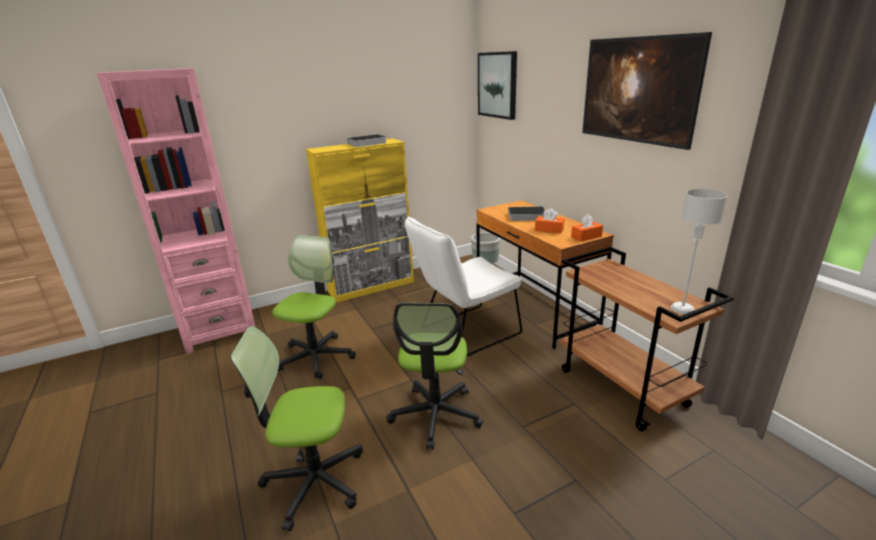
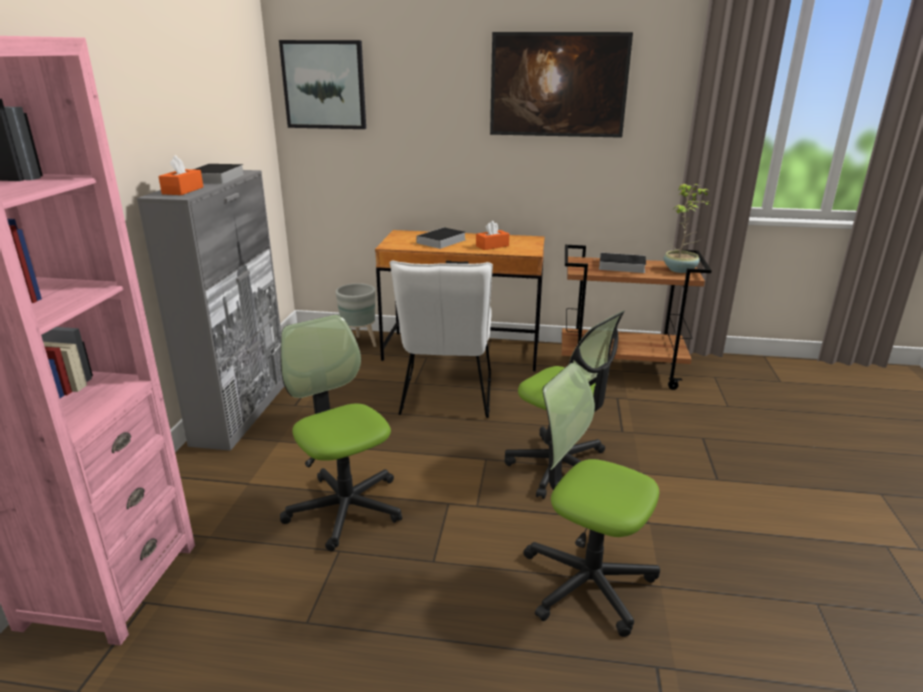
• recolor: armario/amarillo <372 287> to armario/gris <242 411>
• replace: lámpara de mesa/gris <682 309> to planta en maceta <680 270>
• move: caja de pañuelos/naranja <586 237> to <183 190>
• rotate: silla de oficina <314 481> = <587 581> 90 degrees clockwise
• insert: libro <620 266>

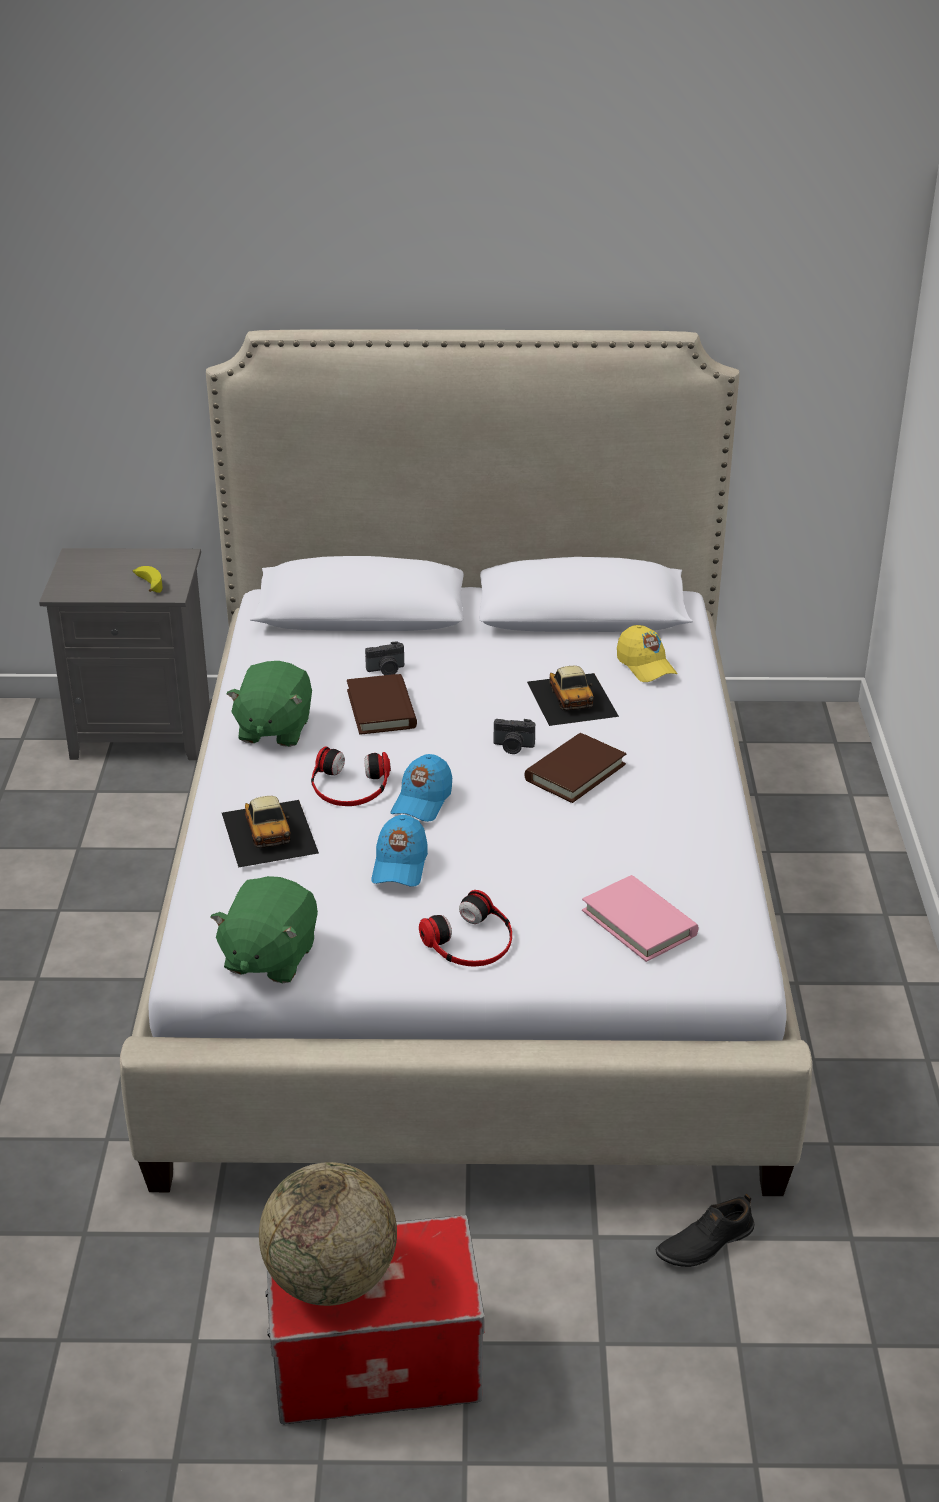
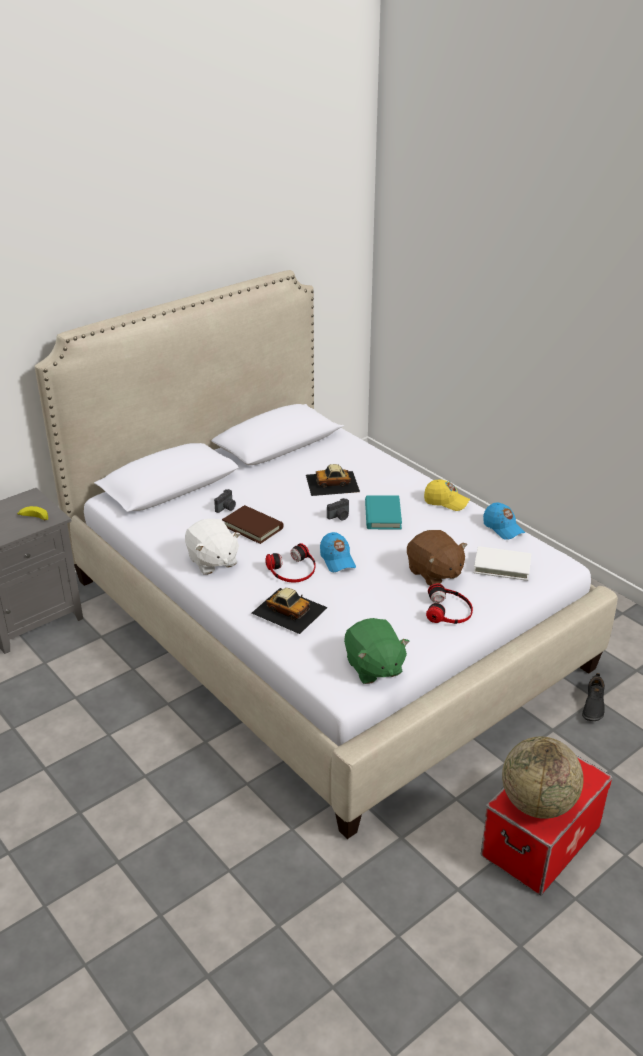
• move: gorra/amarillo <645 666> to <446 502>
• recolor: peluche/verde <273 729> to peluche/blanco <212 561>
• rotate: coche de juguete <572 698> = <332 483> 135 degrees clockwise
• recolor: libro/marrón <575 772> to libro/turquesa <382 515>
• move: gorra/azul <400 865> to <503 528>
• recolor: libro/rosa <639 923> to libro/blanco <502 566>
• insert: peluche/marrón <434 573>

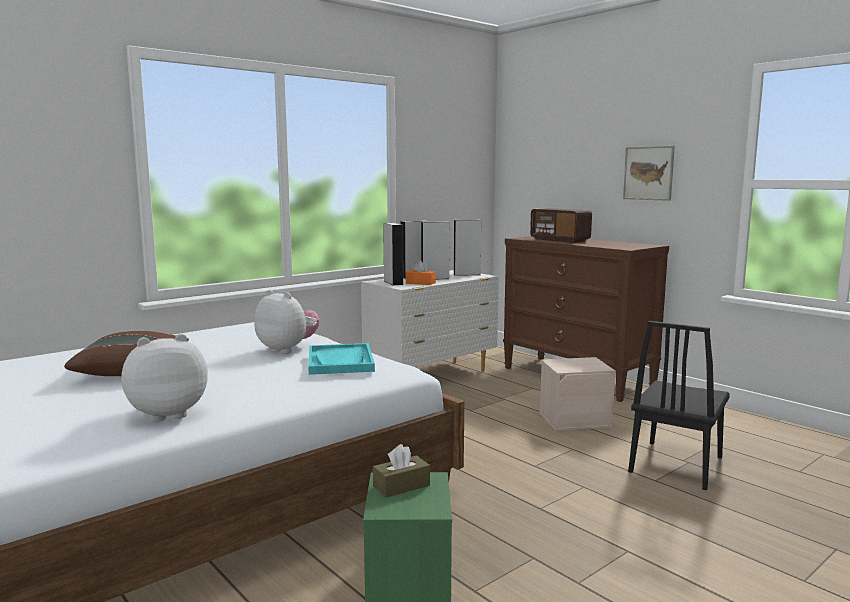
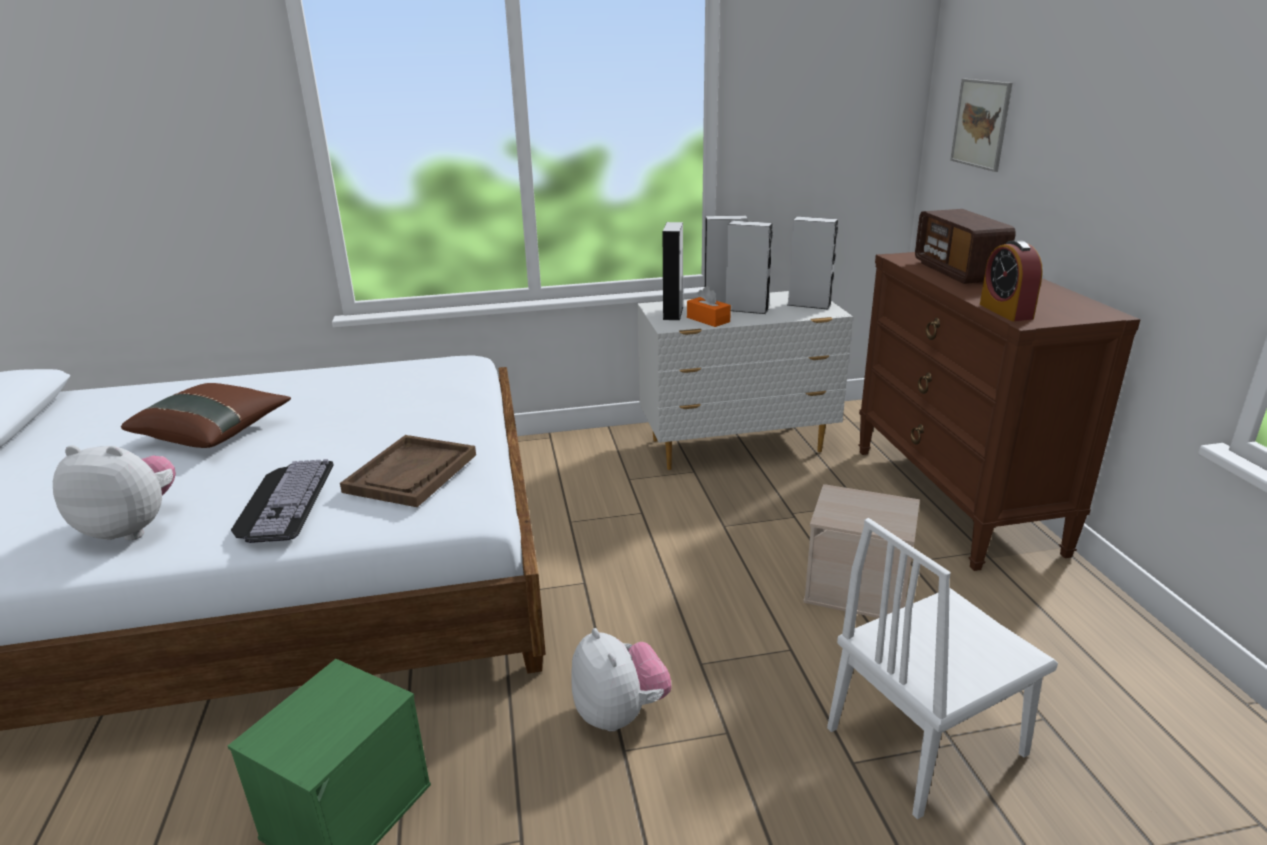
• move: cuadro <648 173> to <981 124>
• move: peluche <287 349> to <620 713>
• recolor: silla/negro <676 464> to silla/blanco <926 740>
• recolor: bandeja/turquesa <340 361> to bandeja/marrón <411 473>
• delete: caja de pañuelos/marrón <401 486>
• insert: despertador <1006 311>
• insert: teclado <282 500>

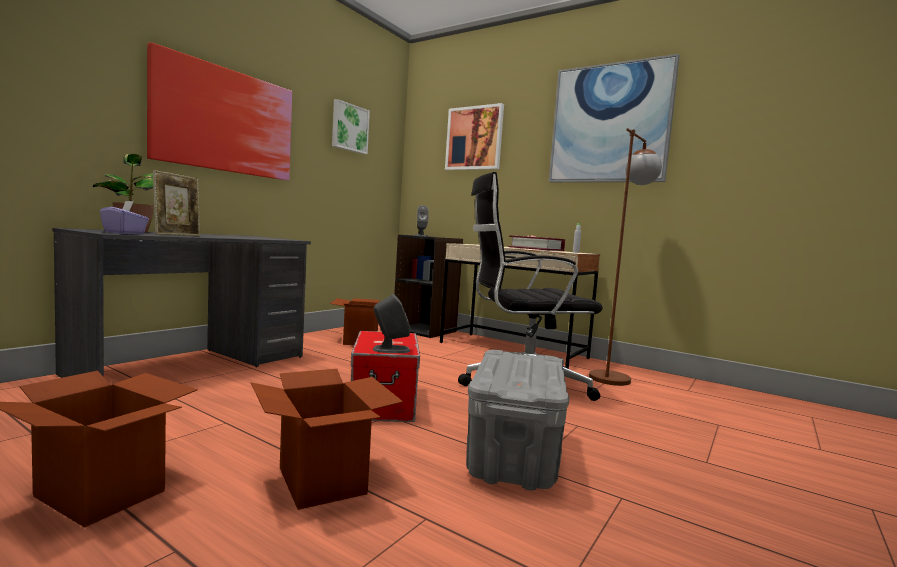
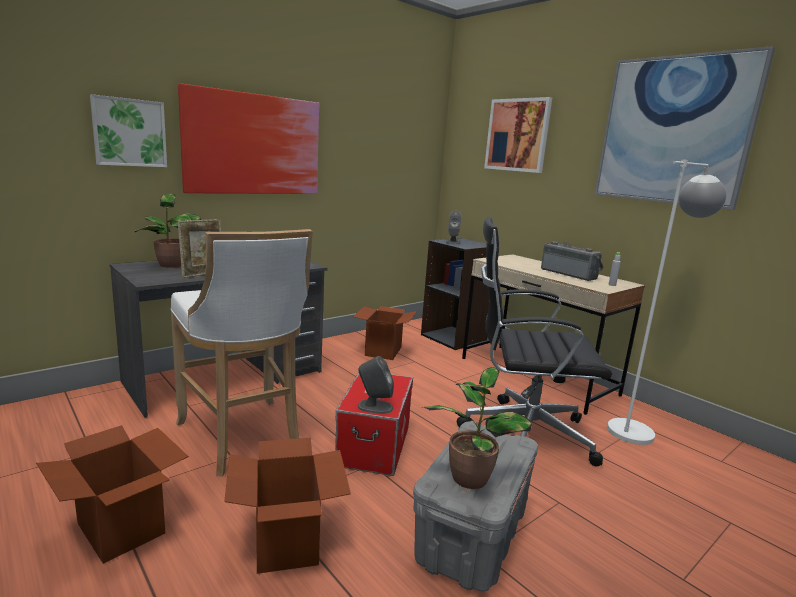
• move: cuadro <349 128> to <129 132>
• recolor: lámpara de pie/marrón <614 376> to lámpara de pie/blanco <638 428>
• delete: caja de pañuelos/morado <124 233>
• replace: libro <536 249> to radio <570 274>
• insert: taburete/blanco <243 438>
• insert: planta en maceta <470 476>

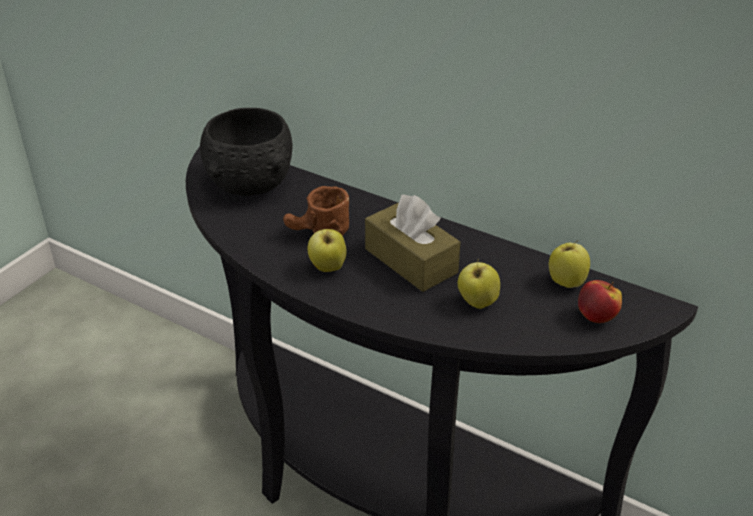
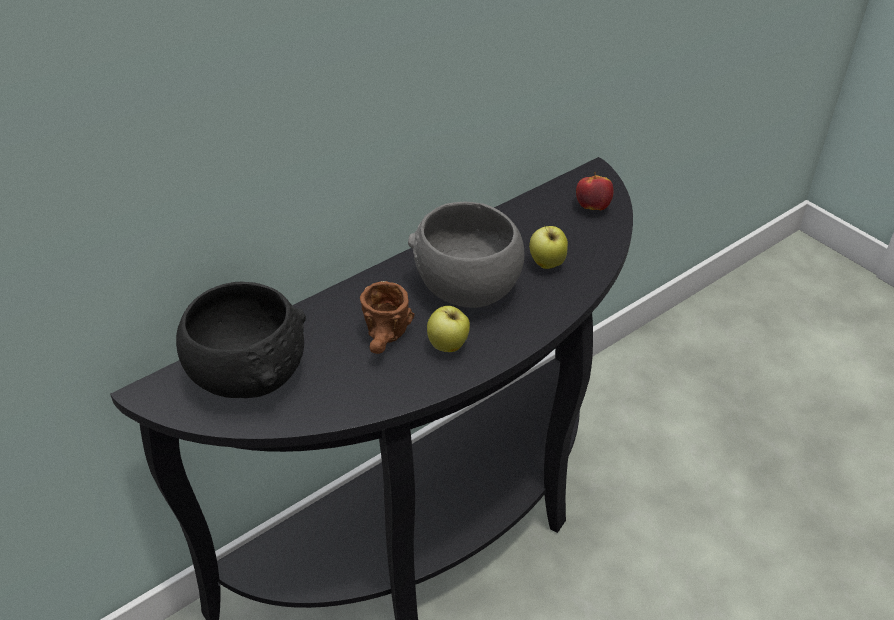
• replace: caja de pañuelos/marrón <411 261> to cuenco/gris <466 287>
• delete: manzana <566 282>

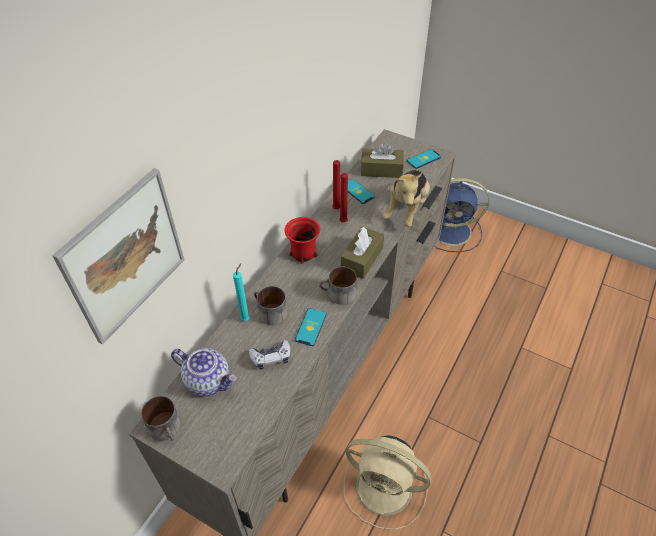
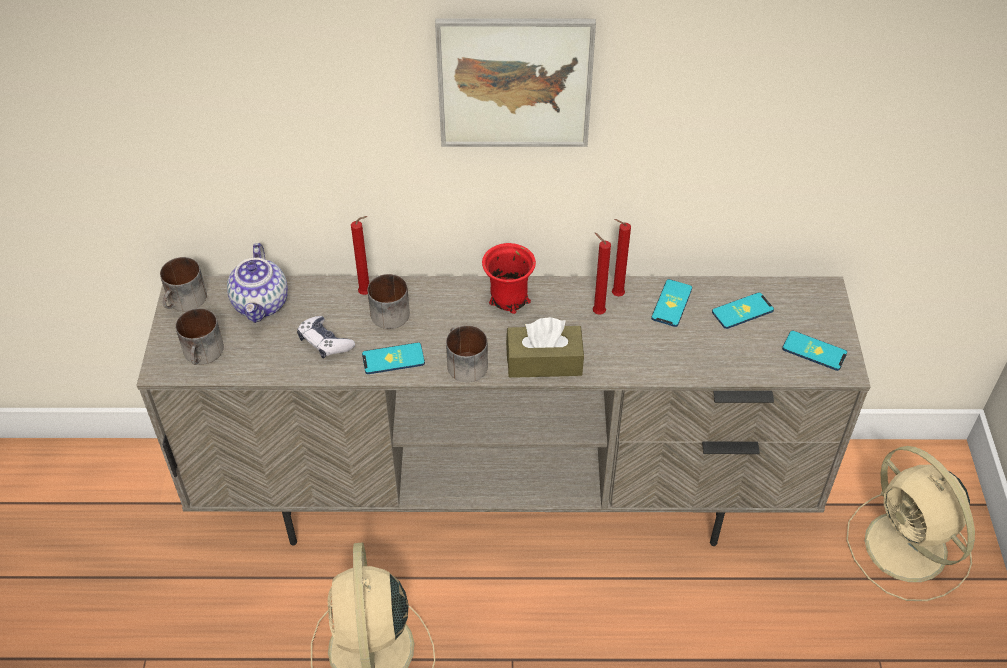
• replace: caja de pañuelos/marrón <381 170> to móvil <742 311>
• move: cuadro <125 256> to <514 83>
• delete: peluche <406 209>
• recolor: ventilador/azul <453 231> to ventilador/beis <908 549>
• recolor: vela/turquesa <246 318> to vela/rojo <367 294>
• insert: taza grande <204 354>

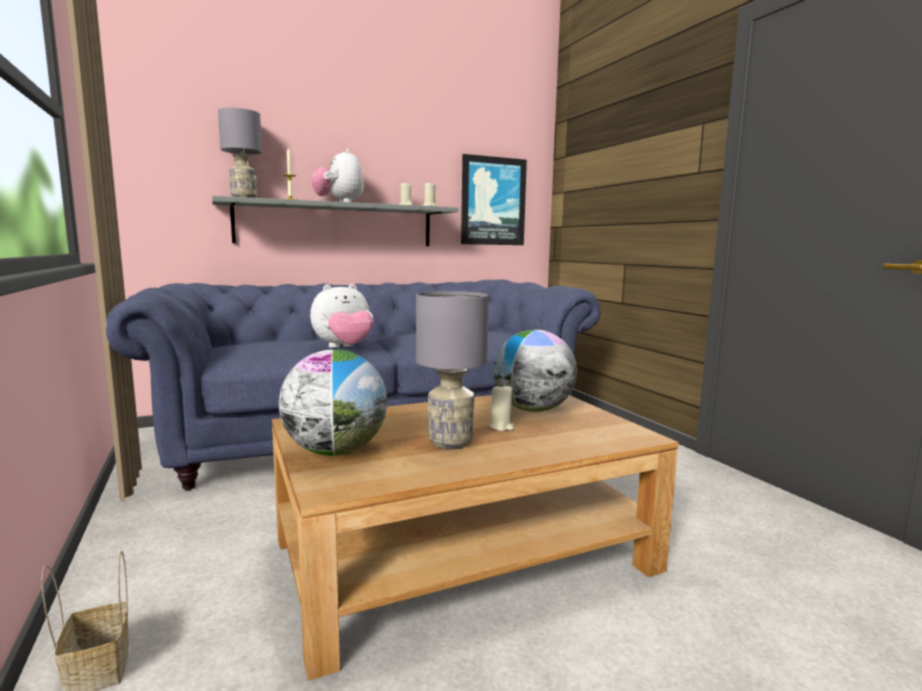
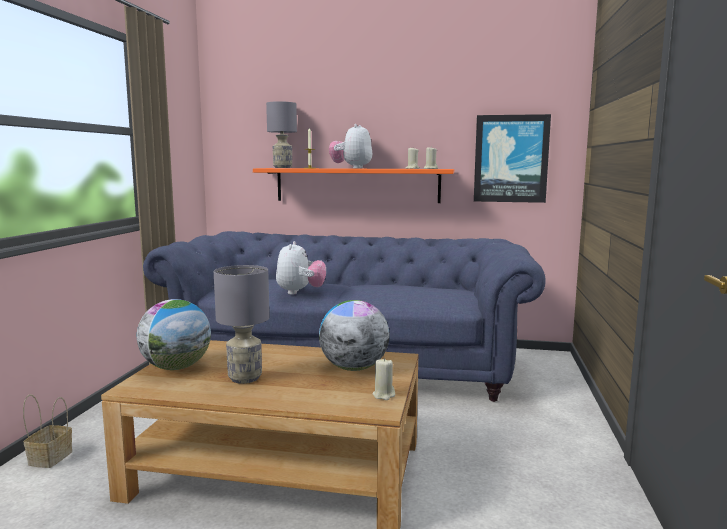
• recolor: estante/gris <337 225> to estante/naranja <357 185>
• rotate: peluche <344 348> = <300 292> 90 degrees counterclockwise
• move: vela/beis <501 426> to <384 395>

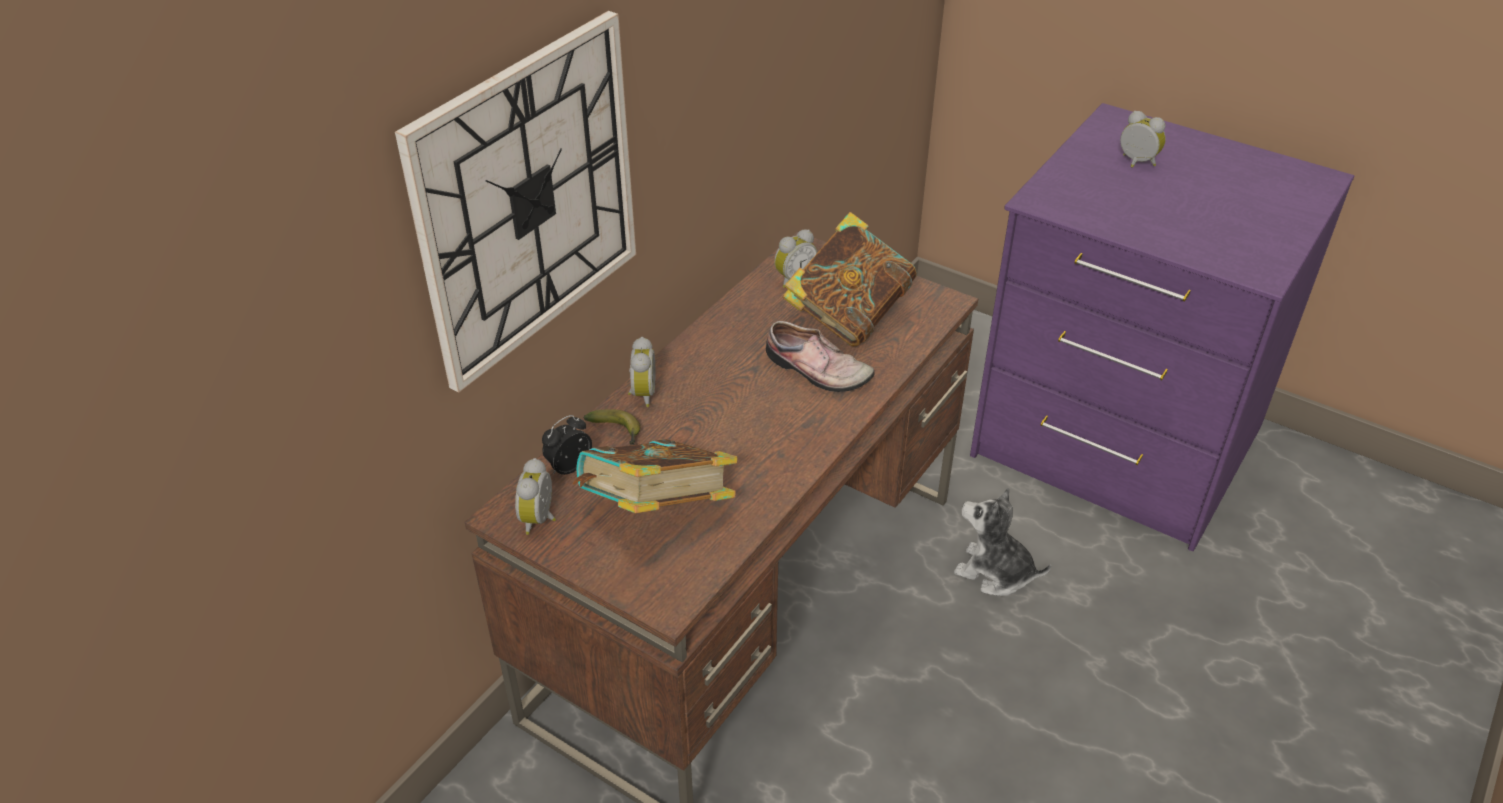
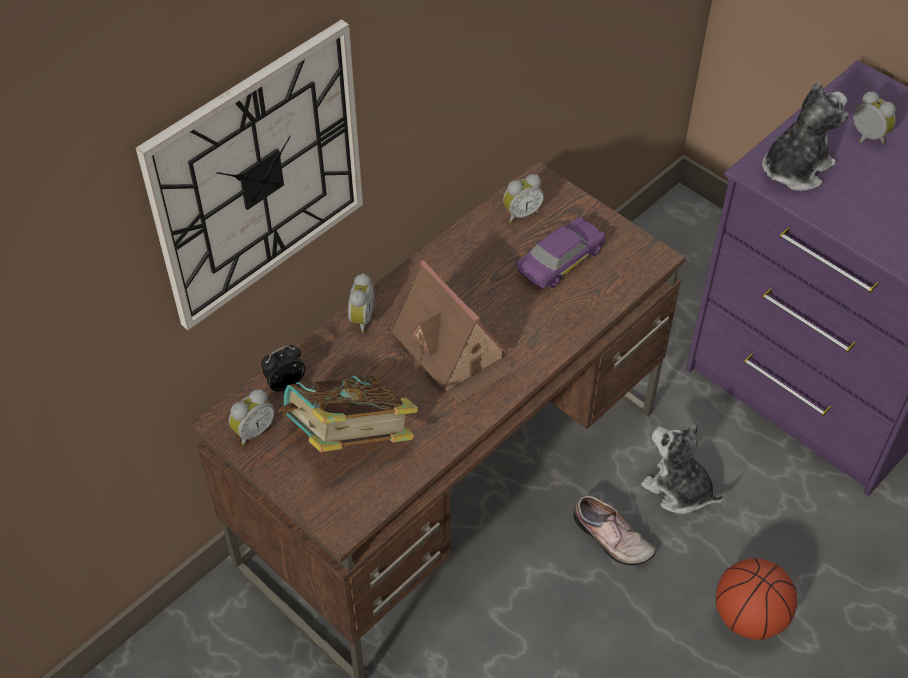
• replace: libro <848 316> to coche de juguete/morado <561 261>
• move: zapato <816 371> to <610 538>
• delete: plátano <617 431>
• rotate: despertador <541 519> = <253 430> 150 degrees counterclockwise
• insert: peluche <794 168>
• insert: casita <453 352>
• insert: balón de baloncesto <748 617>

